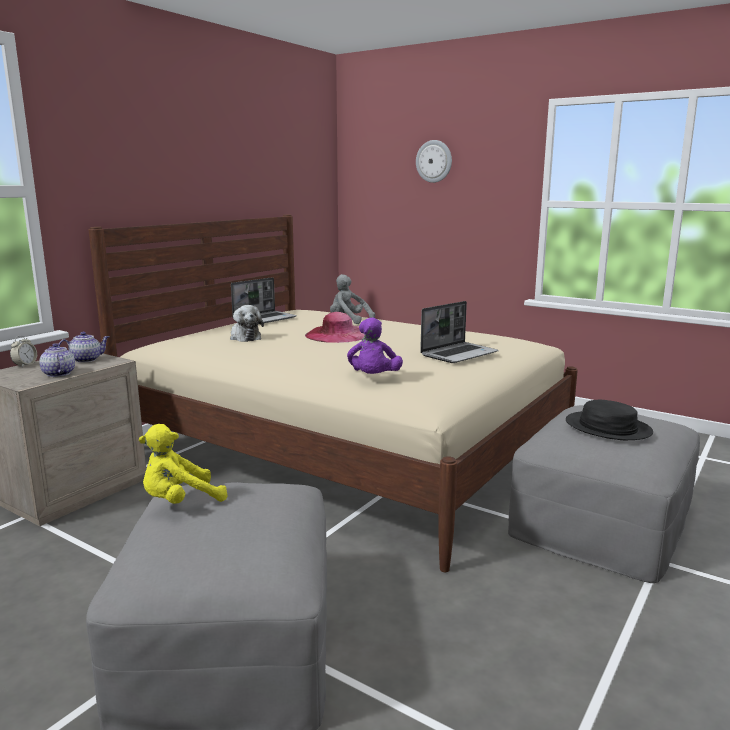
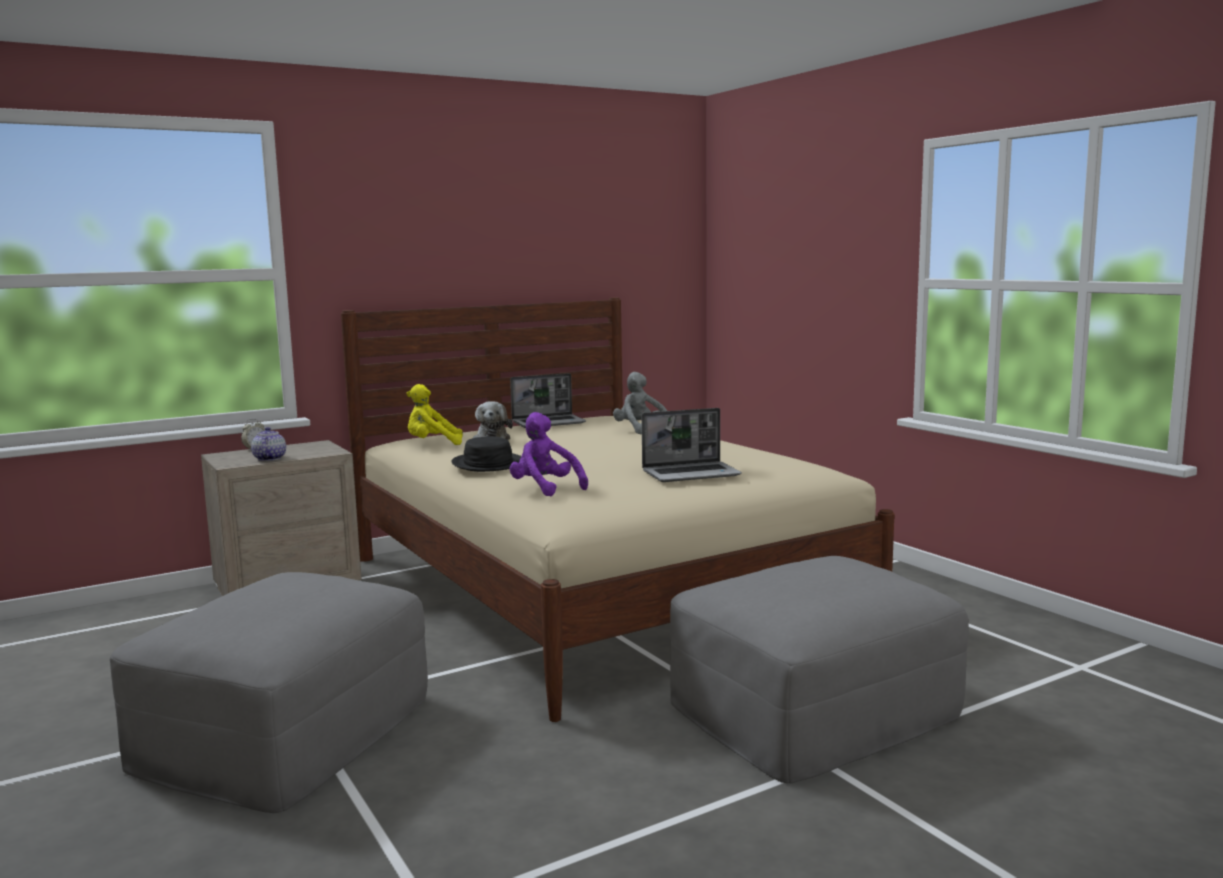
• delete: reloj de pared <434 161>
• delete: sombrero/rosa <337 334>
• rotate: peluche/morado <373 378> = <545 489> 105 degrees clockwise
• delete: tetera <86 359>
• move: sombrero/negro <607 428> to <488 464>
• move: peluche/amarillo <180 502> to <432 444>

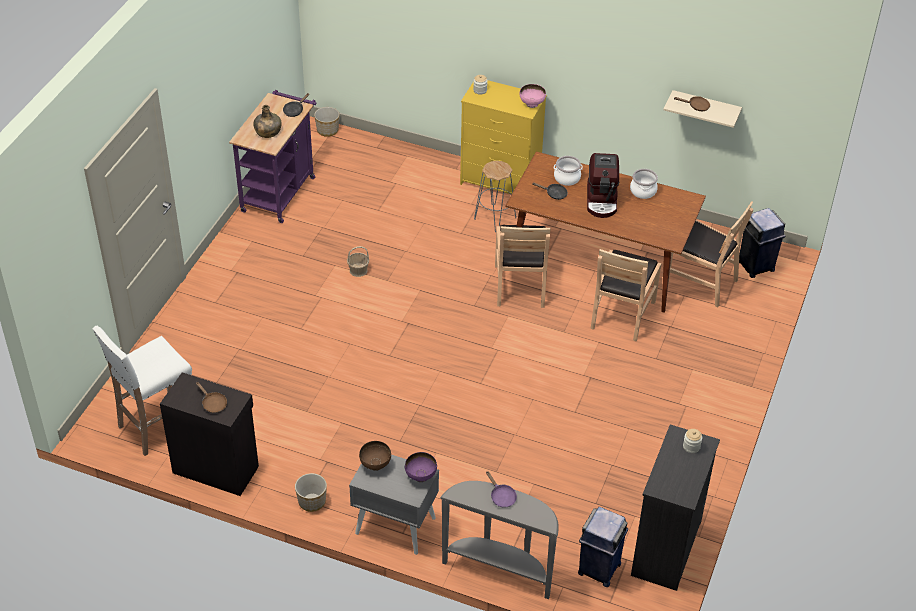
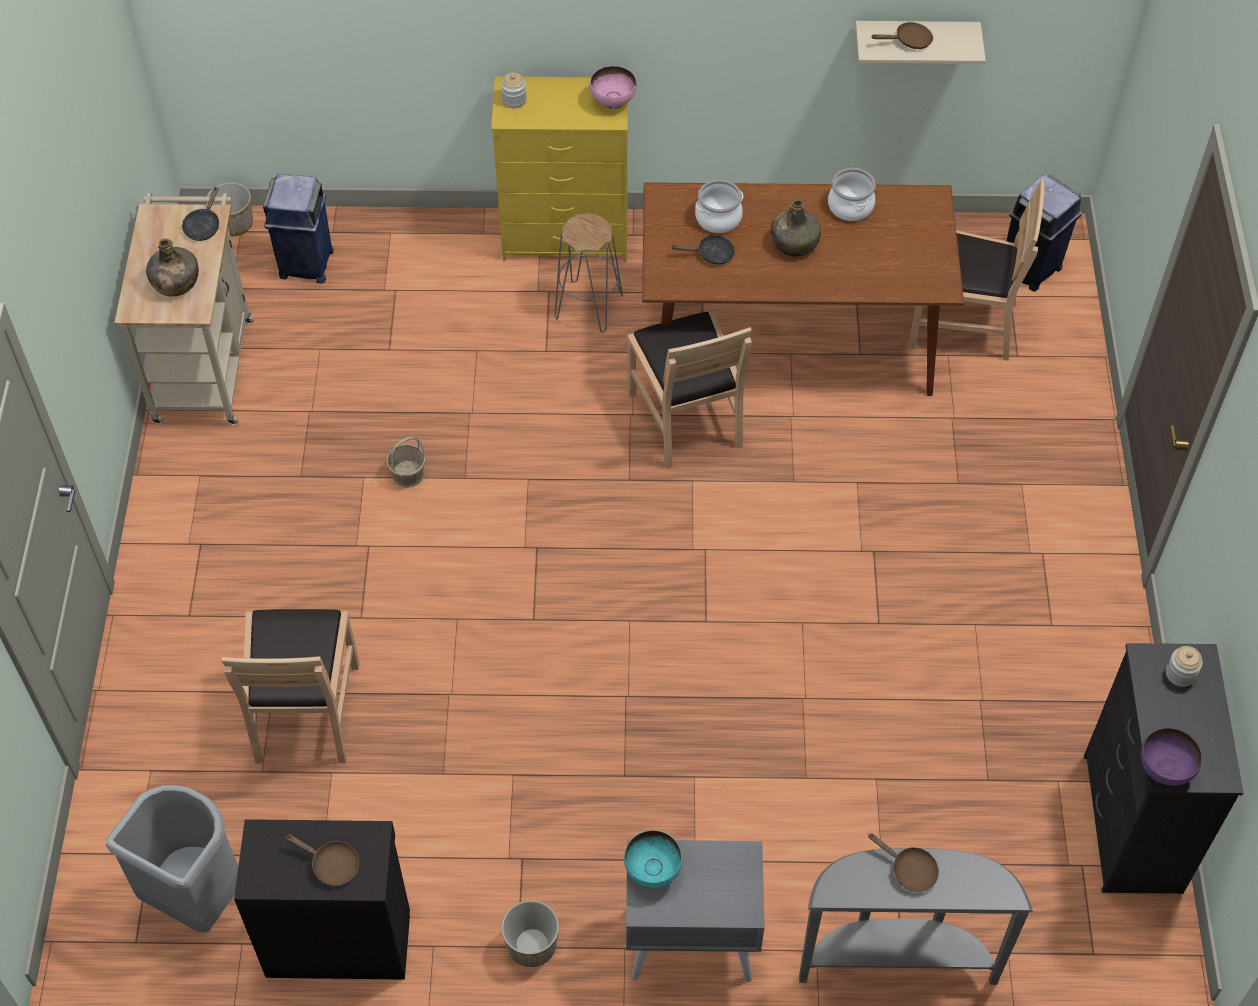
• recolor: carrito/morado <280 191> to carrito/beis <205 363>
• replace: cafetera <602 200> to botella/verde <794 243>
• move: silla/marrón <621 314> to <305 711>
• replace: taburete/blanco <157 426> to papelera/gris <196 895>
• recolor: cuenco/marrón <375 465> to cuenco/turquesa <652 870>
• move: cuenco/morado <421 476> to <1164 770>
• recolor: sartén/morado <501 496> to sartén/marrón <909 870>
• move: papelera/azul <598 569> to <306 265>

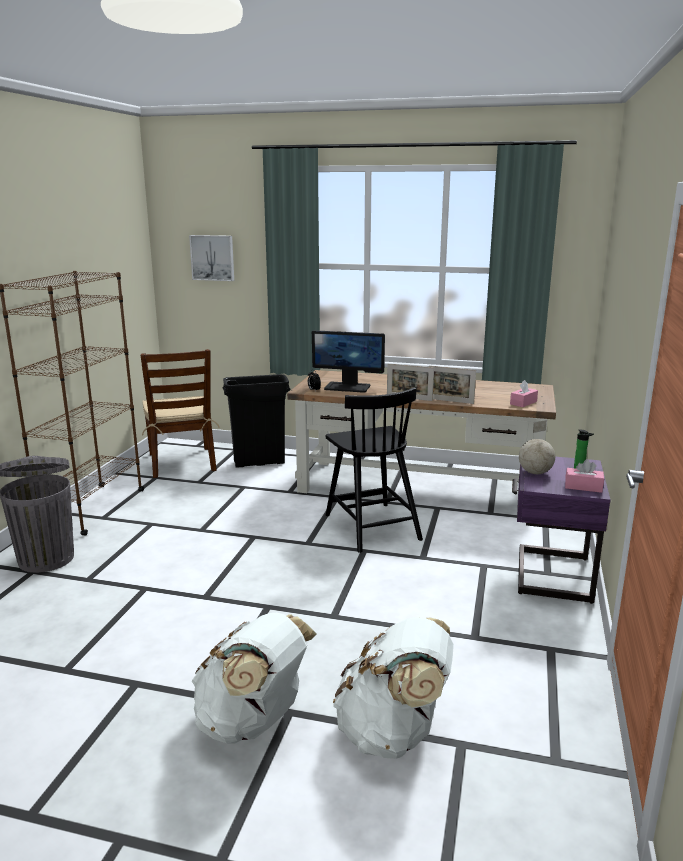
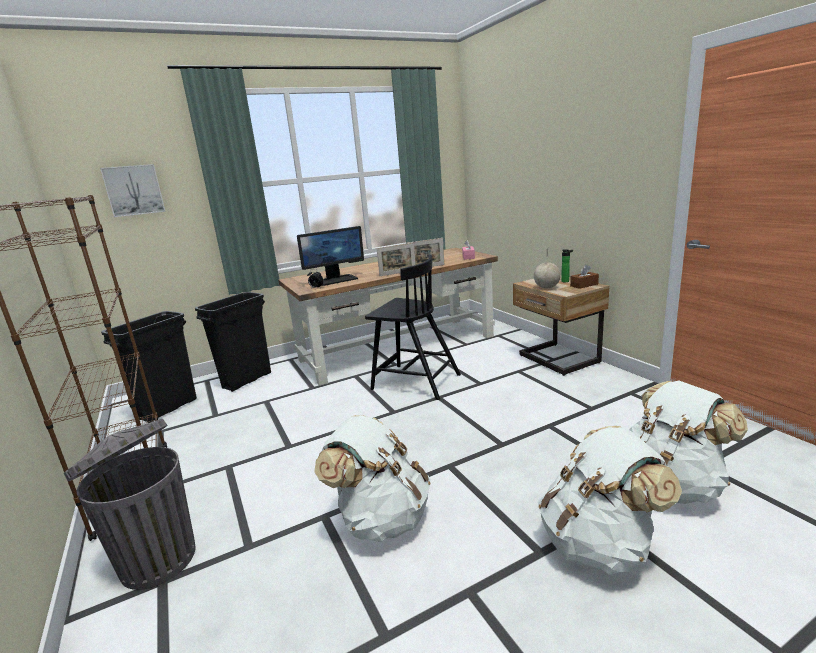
• replace: silla/marrón <182 462> to papelera/negro <168 409>
• recolor: mesita de noche/morado <550 576> to mesita de noche/beis <557 360>
• recolor: caja de pañuelos/rosa <583 487> to caja de pañuelos/marrón <584 285>
• insert: mochila/blanco <381 518>

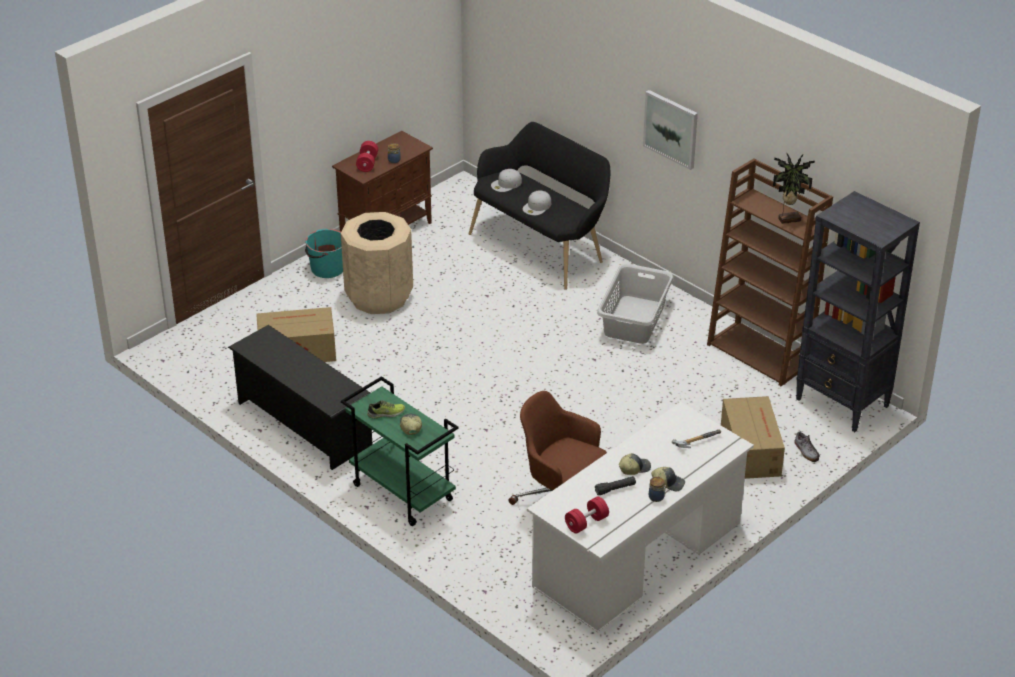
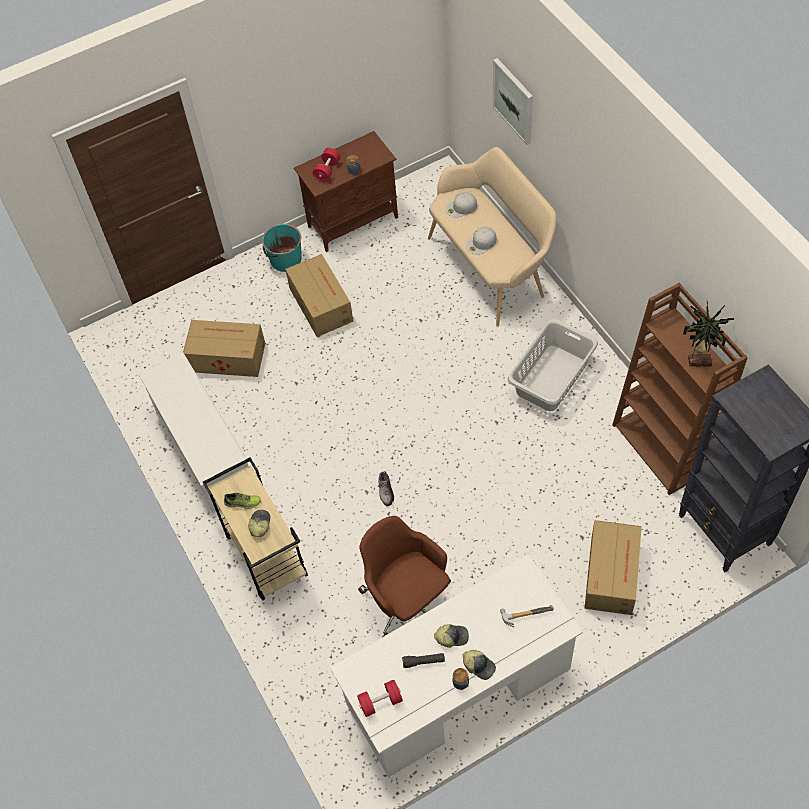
• move: cuadro <671 129> to <514 100>
• recolor: banco/negro <541 247> to banco/beis <491 266>
• replace: papelera/beis <379 297> to caja de cartón <321 303>
• recolor: zapatero/negro <303 424> to zapatero/blanco <204 450>
• recolor: carrito/verde <401 492> to carrito/beis <265 555>
• move: zapato <806 451> to <385 491>

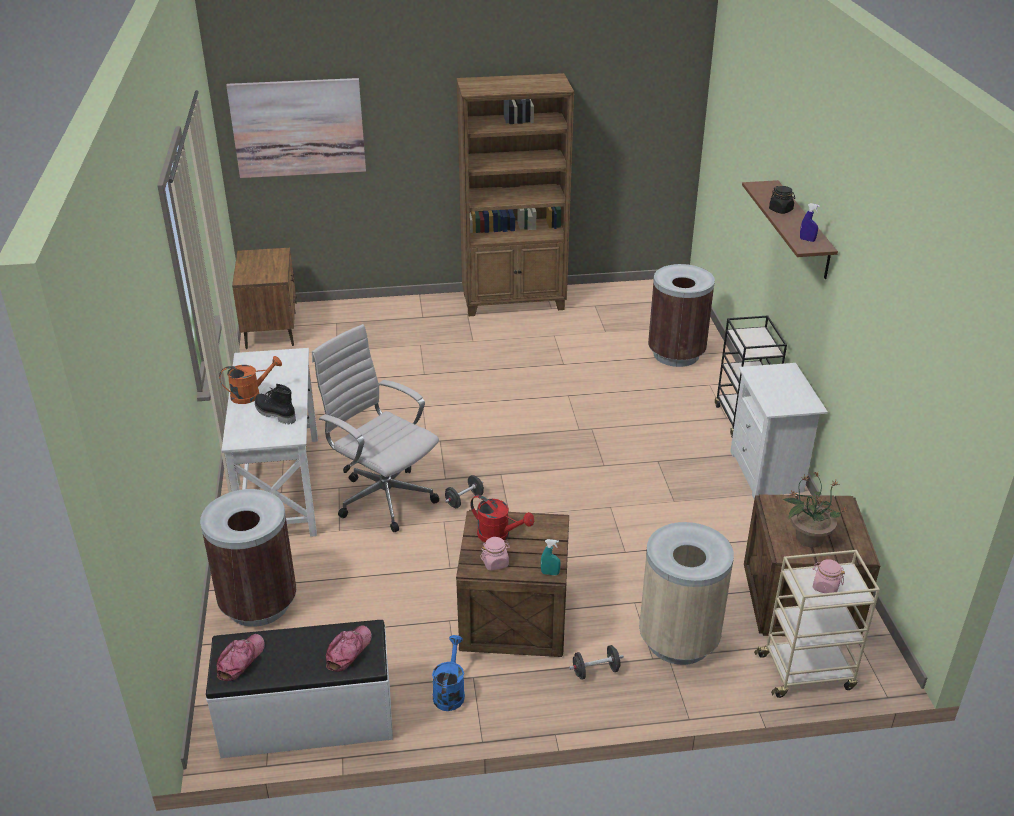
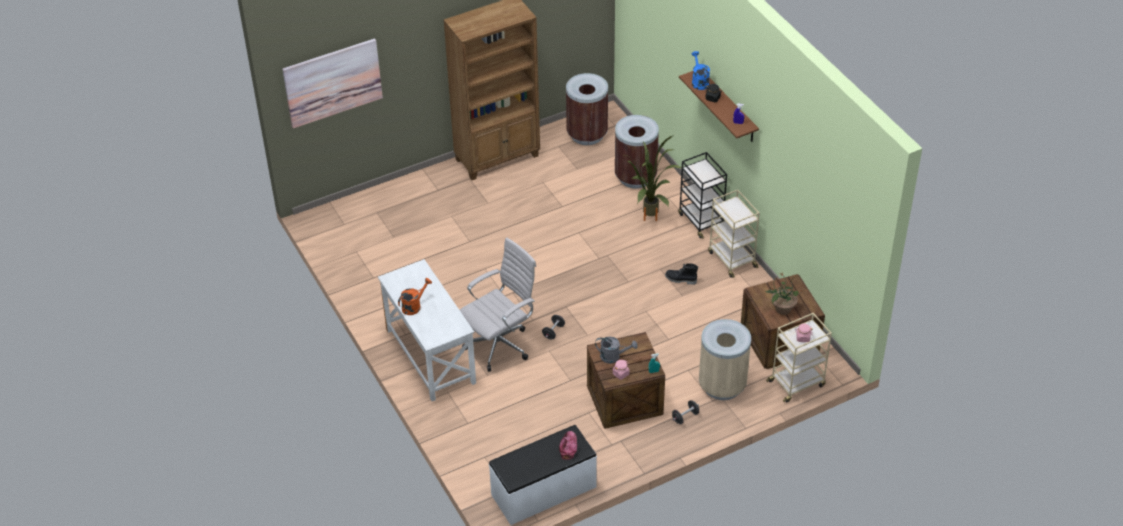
• delete: mesita de noche/marrón <271 330>
• rotate: silla de oficina/blanco <383 497> = <500 344> 120 degrees clockwise
• replace: mesita de noche/blanco <768 473> to carrito/beis <731 259>
• move: bota/negro <274 414> to <680 280>
• move: papelera/marrón <259 604> to <587 134>
• recolor: regadera/rojo <499 536> to regadera/gris <614 357>
• delete: gorra <240 660>
• move: regadera/azul <449 692> to <699 81>
• insert: planta en maceta <648 220>

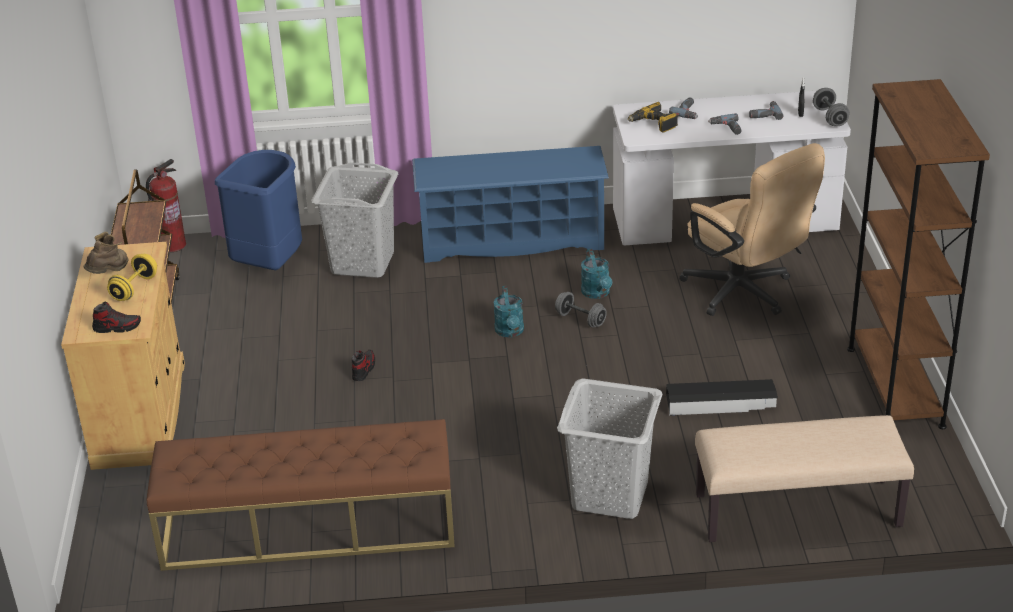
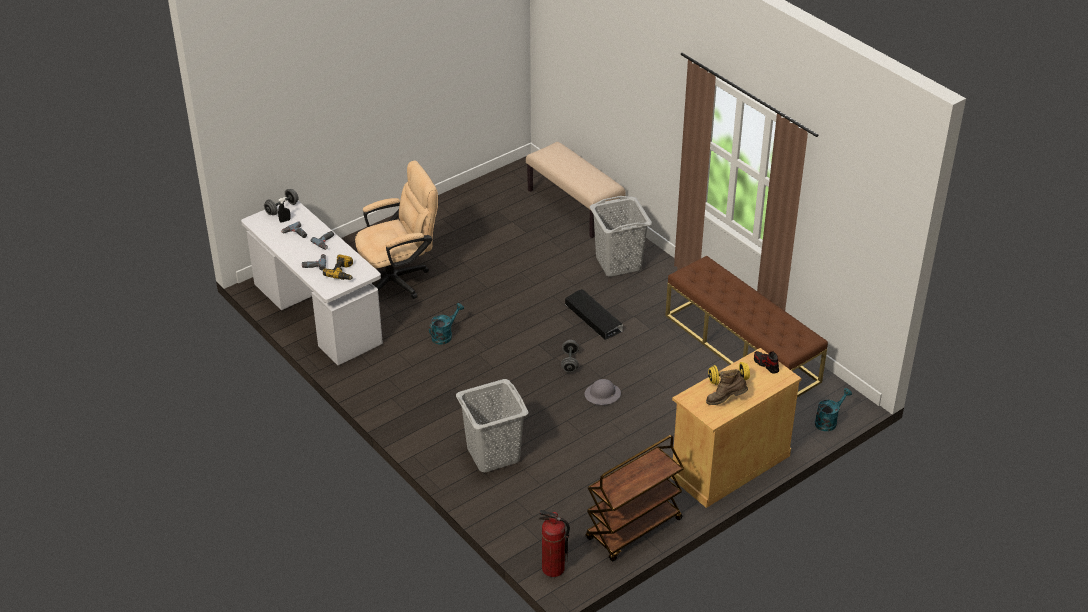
• delete: estantería/marrón <895 387>
• rotate: silla de oficina/beis <745 294> = <399 279> 45 degrees clockwise
• delete: zapatero/azul <512 240>
• delete: papelera/azul <269 264>
• move: regadera/turquesa <510 332> to <828 421>
• move: mancuerna/gris <580 319> to <570 362>
• replace: zapato <363 369> to casco/gris <602 394>
• move: caja de almacenaje/negro <721 403> to <593 318>

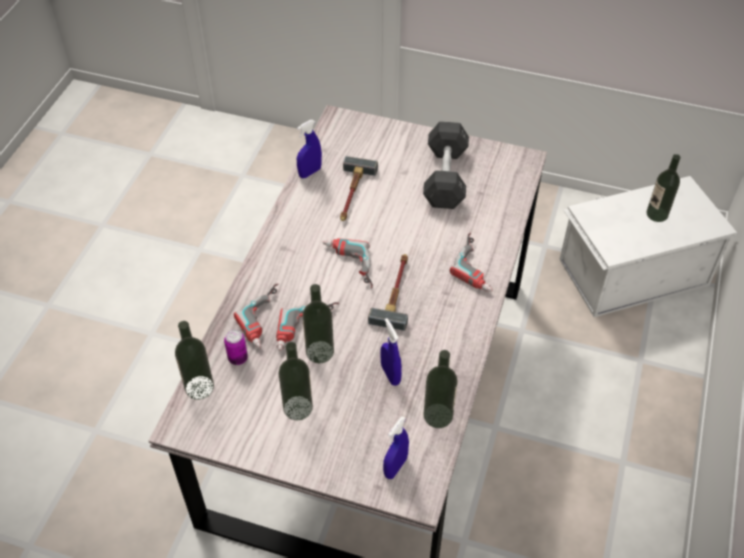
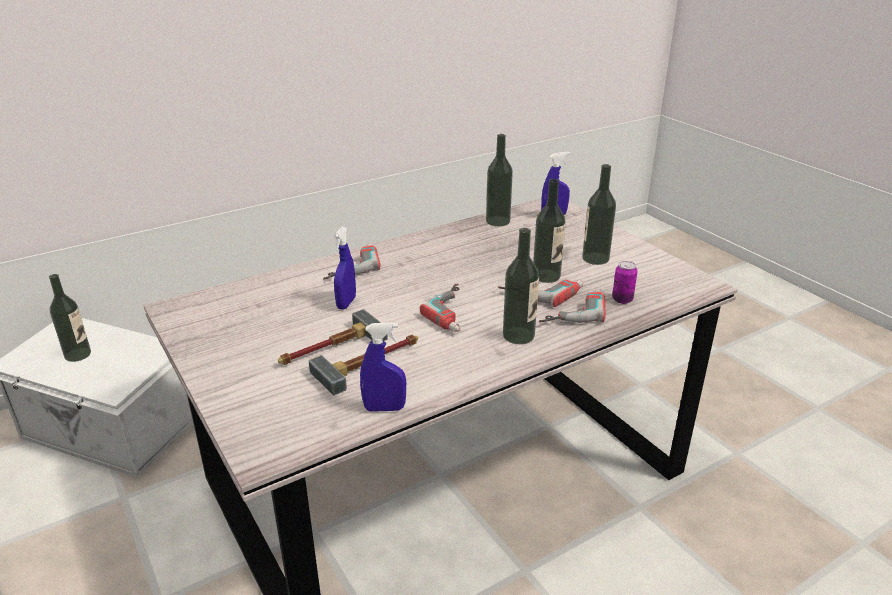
• delete: mancuerna/gris <445 177>
• move: martillo <396 292> to <329 348>
• move: pulverizador/azul <390 374> to <346 303>
• move: botella <199 387> to <518 335>

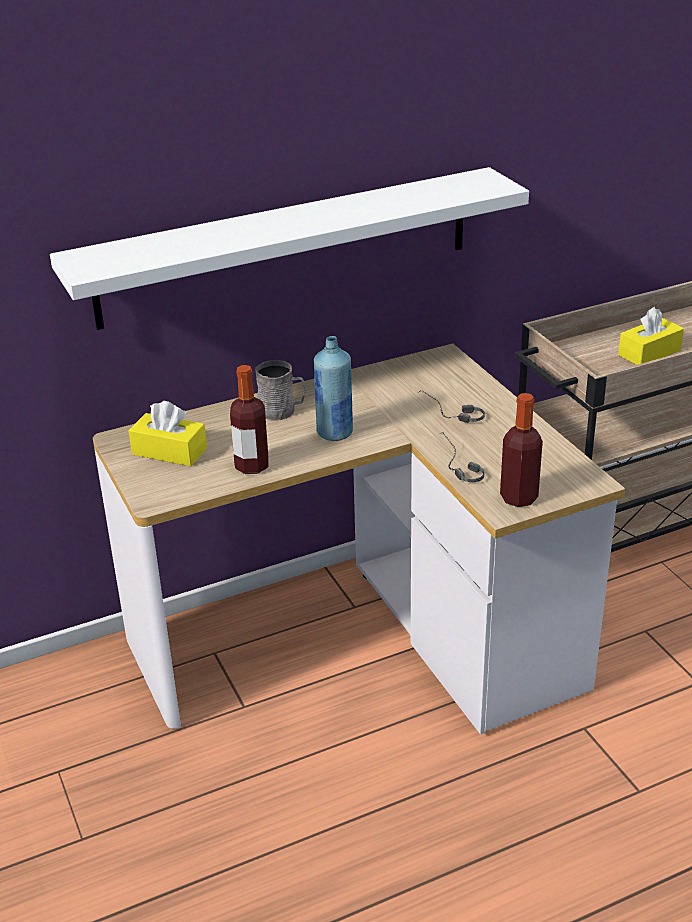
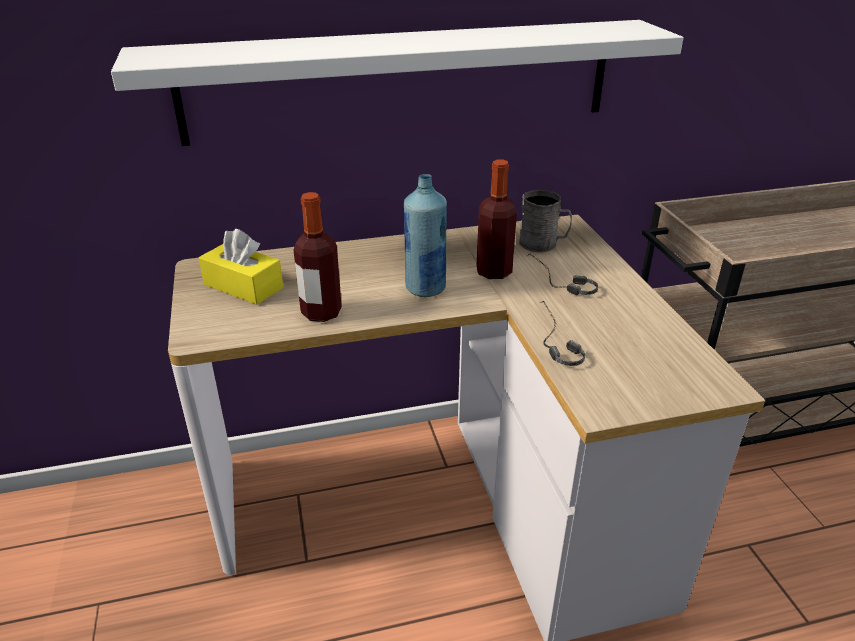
• delete: caja de pañuelos/amarillo <649 353>
• move: taza grande/gris <282 411> to <543 244>
• move: botella <518 497> to <494 272>

